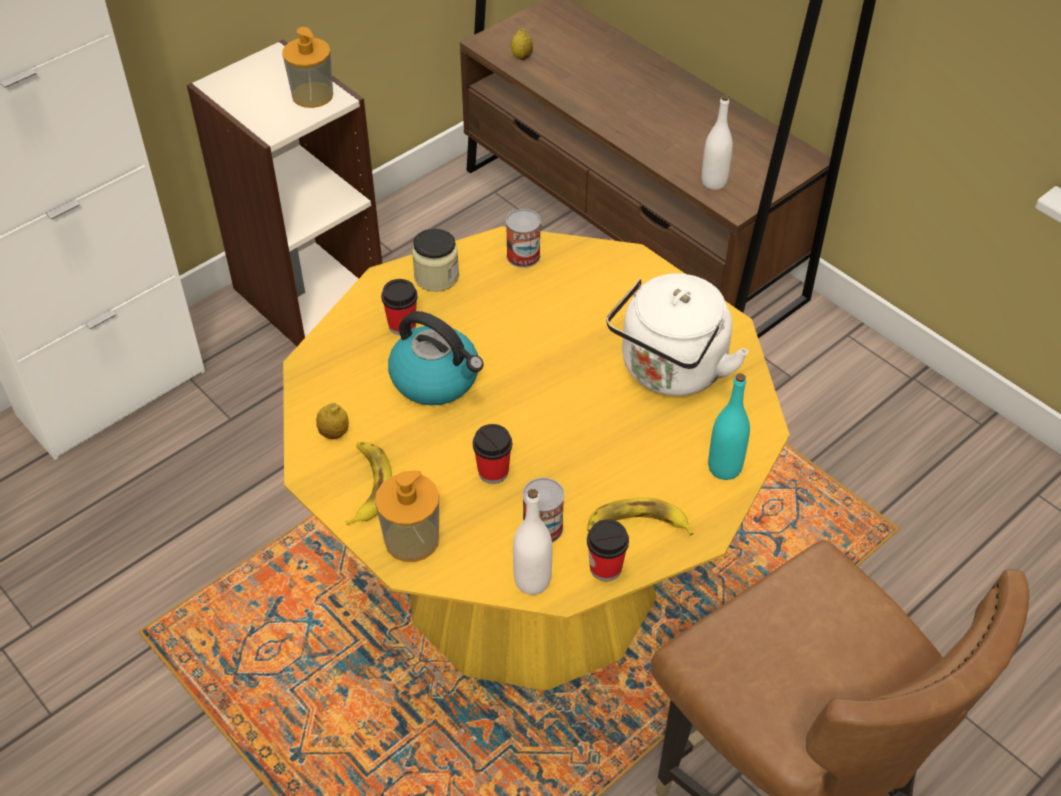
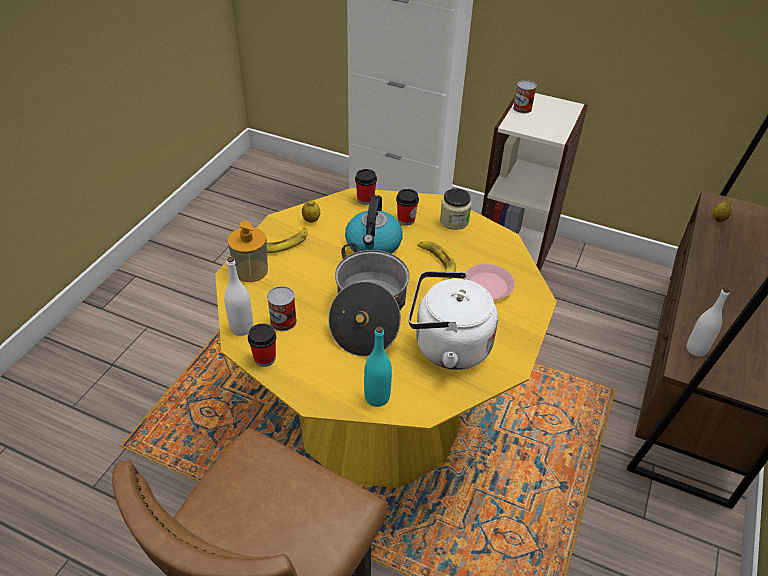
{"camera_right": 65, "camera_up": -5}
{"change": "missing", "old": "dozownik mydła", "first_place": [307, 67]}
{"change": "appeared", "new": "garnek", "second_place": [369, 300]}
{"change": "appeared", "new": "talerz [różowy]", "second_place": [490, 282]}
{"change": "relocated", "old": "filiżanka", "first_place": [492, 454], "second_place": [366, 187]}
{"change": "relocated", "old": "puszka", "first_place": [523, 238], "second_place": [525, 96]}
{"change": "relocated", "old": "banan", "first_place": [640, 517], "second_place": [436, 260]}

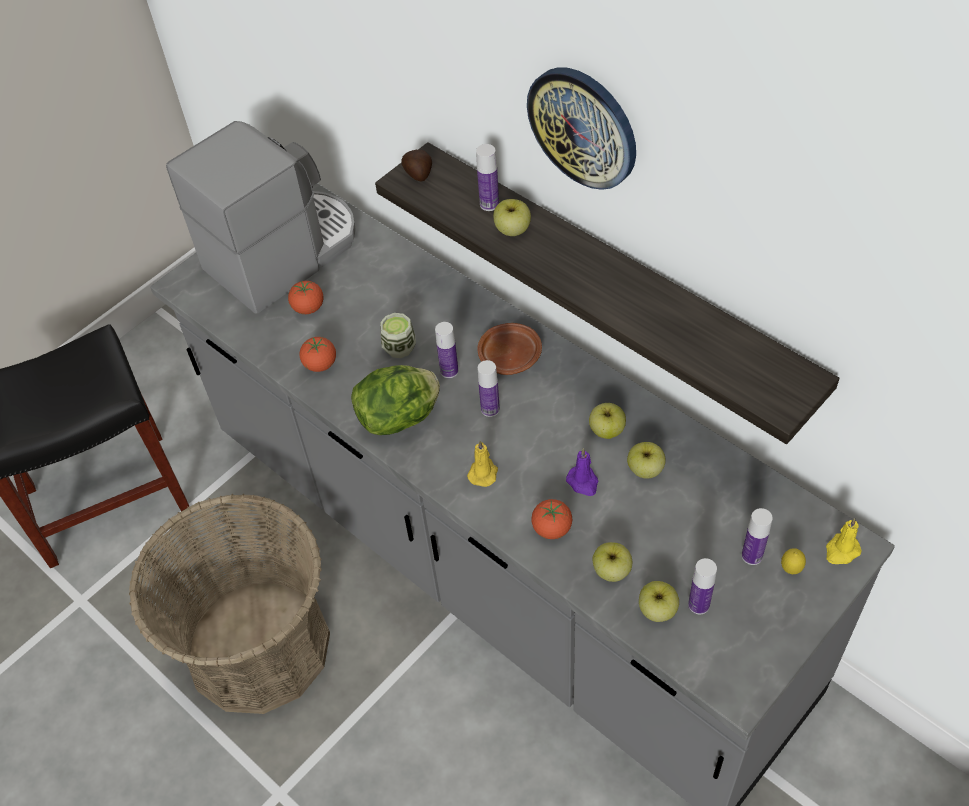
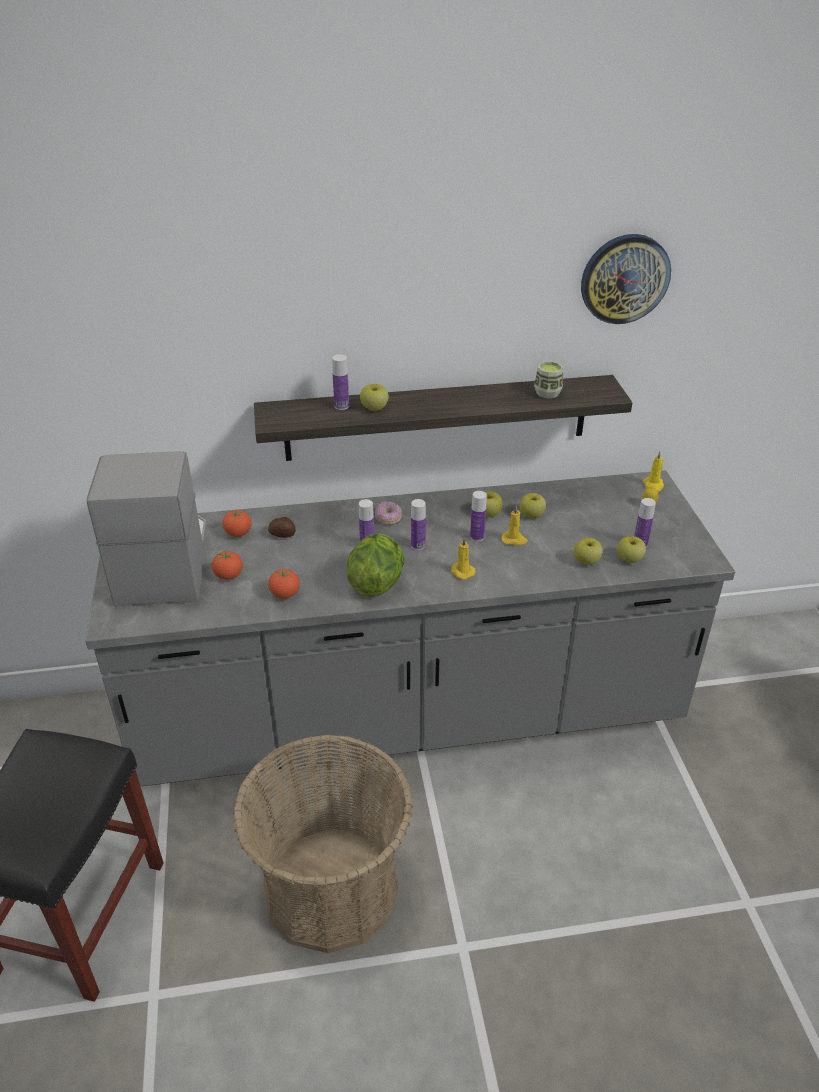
{"camera_right": -55, "camera_up": -15}
{"change": "relocated", "old": "filiżanka", "first_place": [398, 335], "second_place": [548, 379]}
{"change": "relocated", "old": "ziemniak", "first_place": [416, 166], "second_place": [282, 527]}
{"change": "relocated", "old": "zegar ścienny", "first_place": [581, 128], "second_place": [626, 279]}
{"change": "relocated", "old": "pomidor", "first_place": [551, 519], "second_place": [236, 523]}
{"change": "relocated", "old": "butelka", "first_place": [757, 536], "second_place": [478, 516]}
{"change": "exchanged", "old": "talerz [brązowy]", "new": "donut", "first_place": [509, 349], "second_place": [388, 512]}
{"change": "colour", "old": "świeca [fioletowy]", "new": "świeca [żółty]", "first_place": [582, 472], "second_place": [514, 525]}

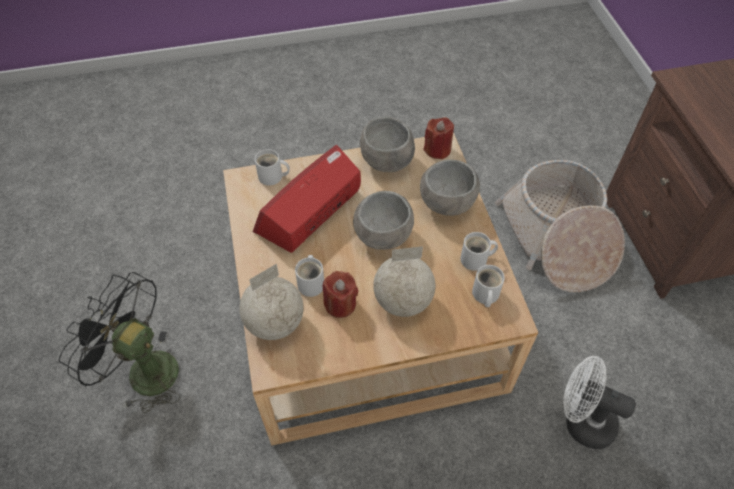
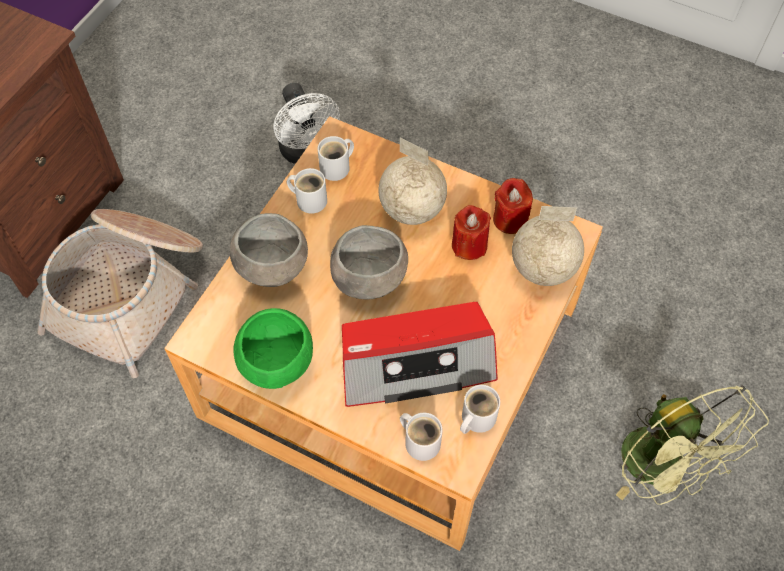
{"camera_right": -140, "camera_up": 5}
{"change": "relocated", "old": "kubek [biały]", "first_place": [309, 276], "second_place": [480, 409]}
{"change": "relocated", "old": "świeca [czerwony]", "first_place": [439, 138], "second_place": [513, 206]}
{"change": "colour", "old": "wentylator [czarny]", "new": "wentylator [zielony]", "first_place": [119, 342], "second_place": [692, 445]}
{"change": "colour", "old": "miska [szary]", "new": "miska [zielony]", "first_place": [387, 144], "second_place": [273, 348]}

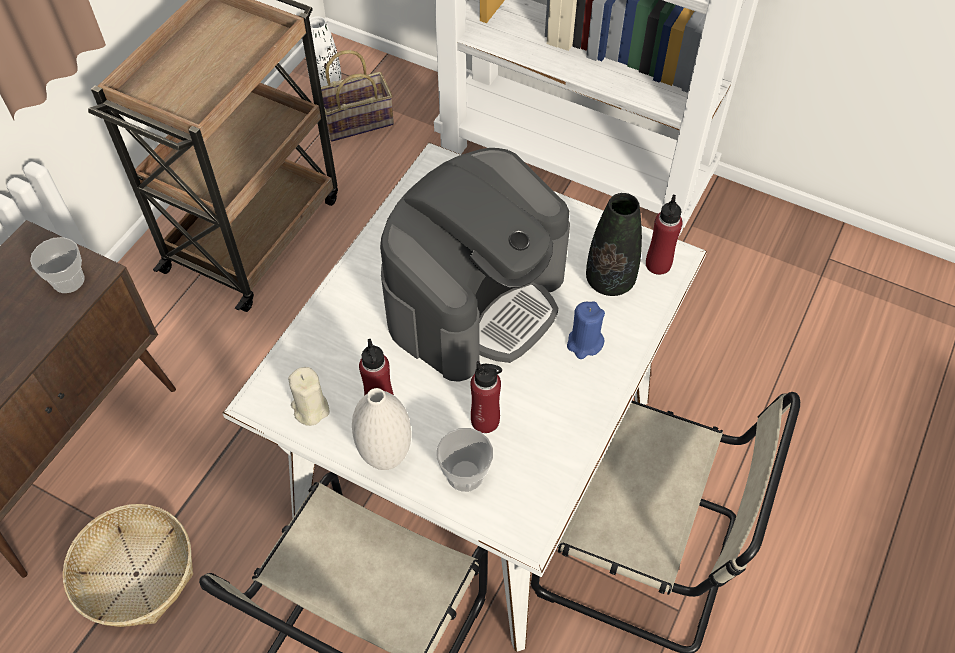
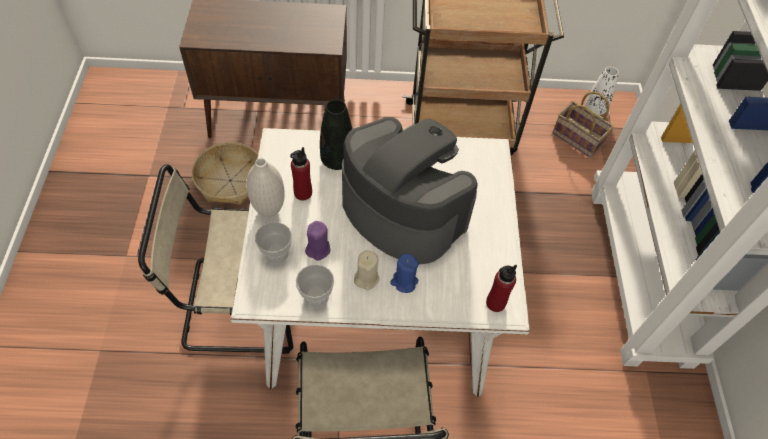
{"camera_right": 60, "camera_up": 0}
{"change": "relocated", "old": "filiżanka", "first_place": [57, 265], "second_place": [315, 286]}
{"change": "relocated", "old": "świeca [beżowy]", "first_place": [309, 396], "second_place": [367, 270]}
{"change": "relocated", "old": "wazon [czarny]", "first_place": [614, 244], "second_place": [336, 134]}
{"change": "exchanged", "old": "butelka [czerwony]", "new": "świeca [fioletowy]", "first_place": [486, 397], "second_place": [318, 241]}
{"change": "spun", "old": "ekspres do kawy", "first_place": [475, 265], "second_place": [410, 190], "degrees": -150}

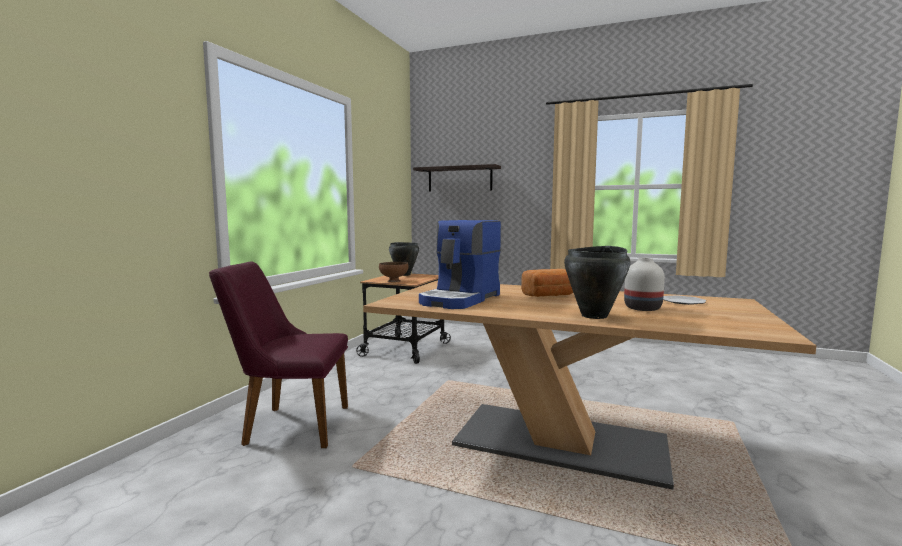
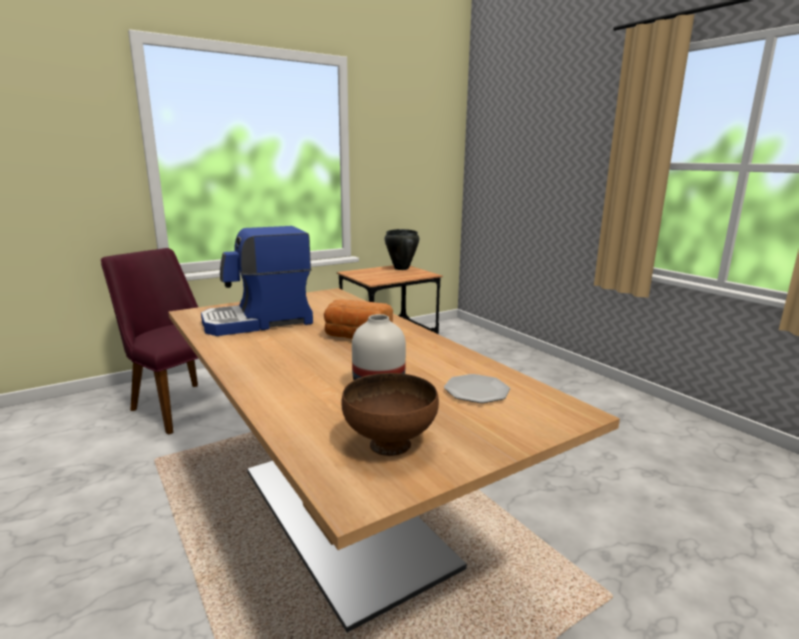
{"camera_right": 35, "camera_up": 10}
{"change": "missing", "old": "półka", "first_place": [457, 178]}
{"change": "missing", "old": "garnek [czarny]", "first_place": [597, 282]}
{"change": "relocated", "old": "miska [brązowy]", "first_place": [394, 272], "second_place": [390, 414]}

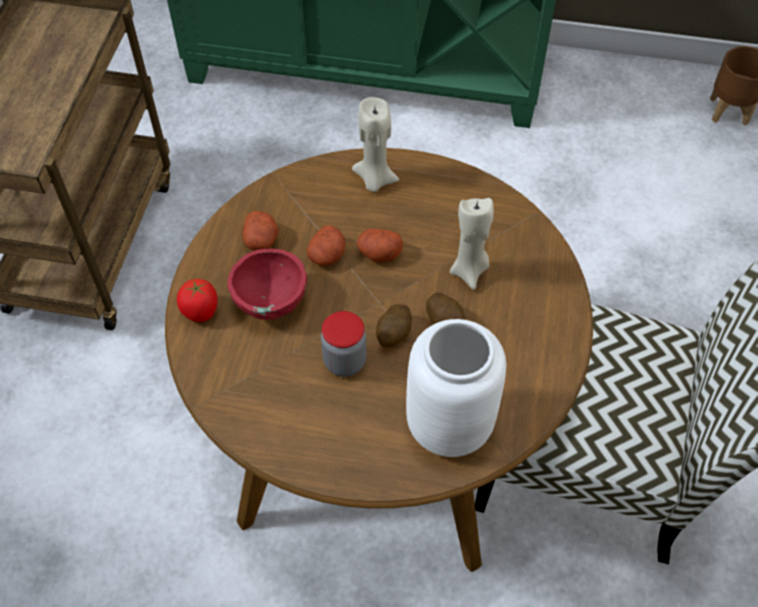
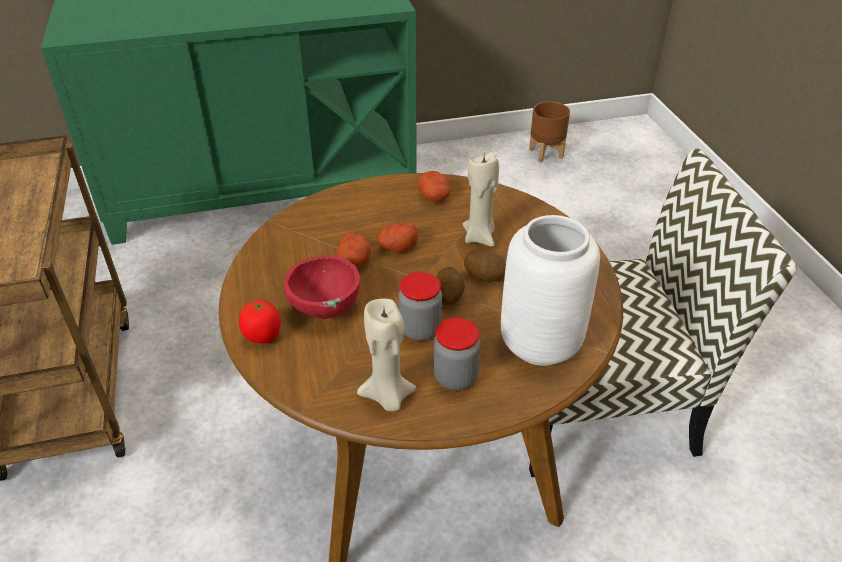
{"camera_right": -25, "camera_up": -15}
{"change": "appeared", "new": "słoik", "second_place": [456, 354]}
{"change": "relocated", "old": "ziemniak", "first_place": [260, 231], "second_place": [433, 186]}
{"change": "relocated", "old": "świeca [beżowy]", "first_place": [375, 144], "second_place": [386, 355]}

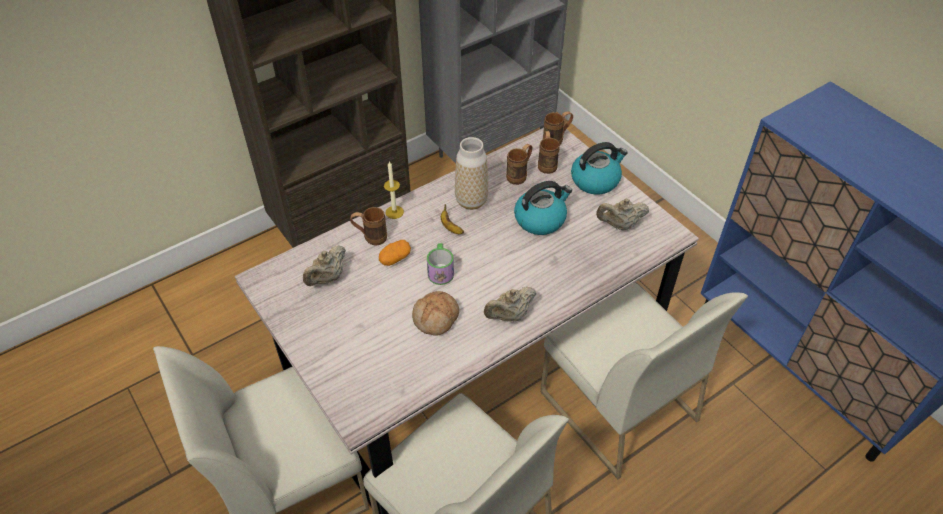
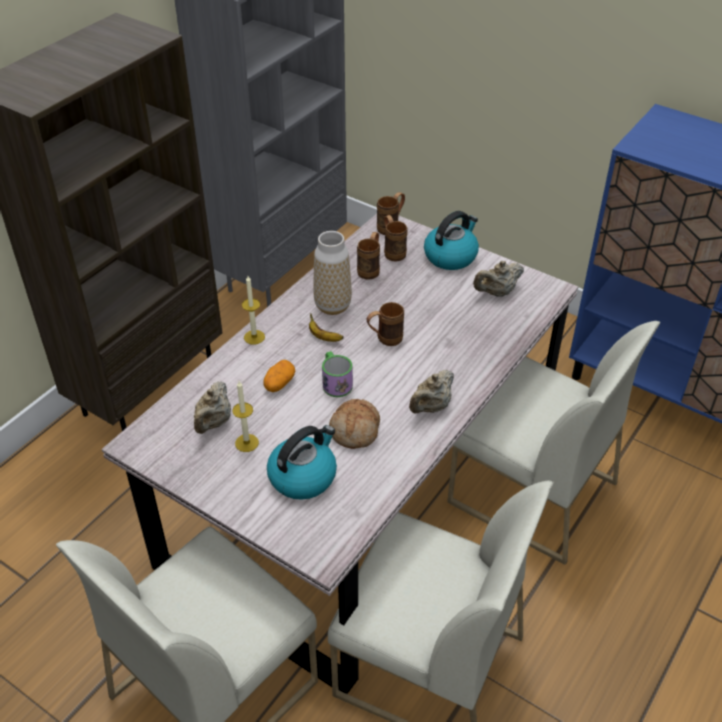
{"camera_right": -20, "camera_up": -5}
{"change": "appeared", "new": "świeca", "second_place": [245, 416]}
{"change": "relocated", "old": "kubek [brązowy]", "first_place": [368, 226], "second_place": [385, 324]}
{"change": "relocated", "old": "czajnik", "first_place": [543, 208], "second_place": [302, 462]}

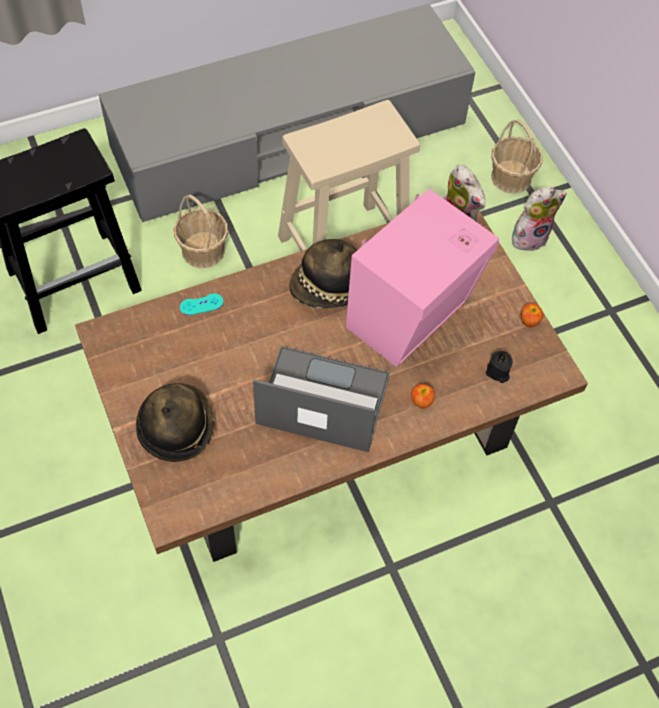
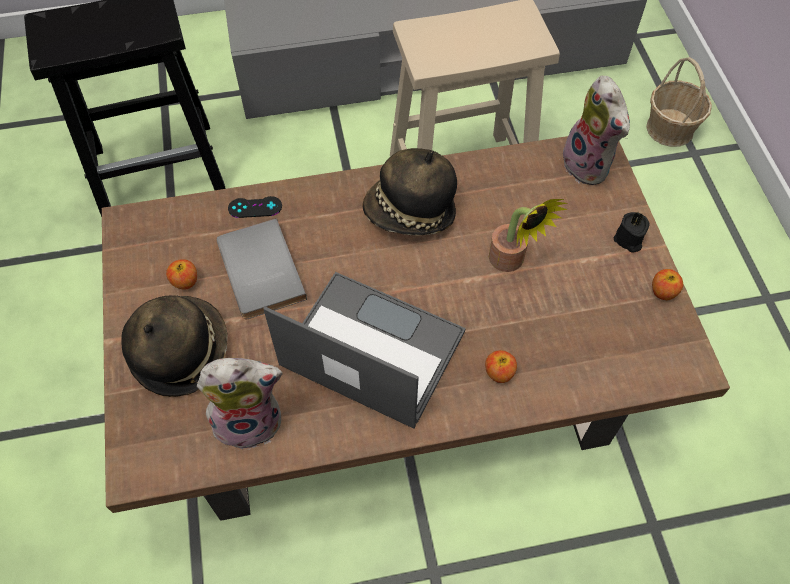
{"camera_right": 15, "camera_up": 0}
{"change": "missing", "old": "koszyk", "first_place": [201, 231]}
{"change": "appeared", "new": "jabłko", "second_place": [181, 274]}
{"change": "appeared", "new": "książka [szary]", "second_place": [262, 268]}
{"change": "relocated", "old": "świeca [czarny]", "first_place": [499, 367], "second_place": [631, 232]}
{"change": "relocated", "old": "pluszak", "first_place": [539, 219], "second_place": [240, 405]}
{"change": "exchanged", "old": "głośnik [różowy]", "new": "roślina doniczkowa", "first_place": [422, 278], "second_place": [528, 235]}
{"change": "colour", "old": "pad do gier [turkusowy]", "new": "pad do gier [czarny]", "first_place": [201, 304], "second_place": [255, 207]}

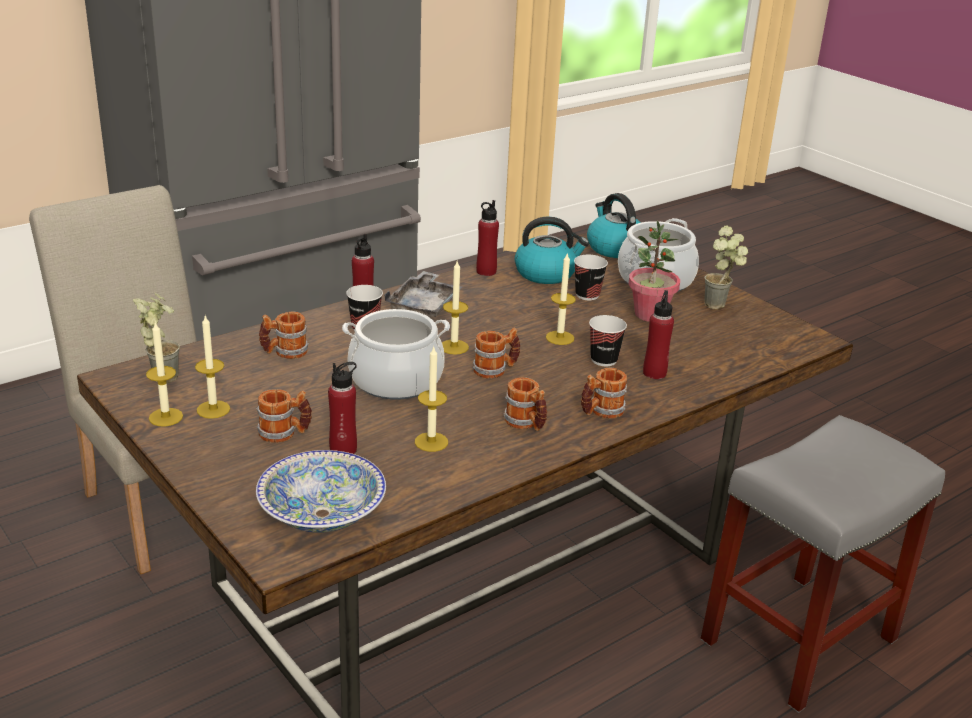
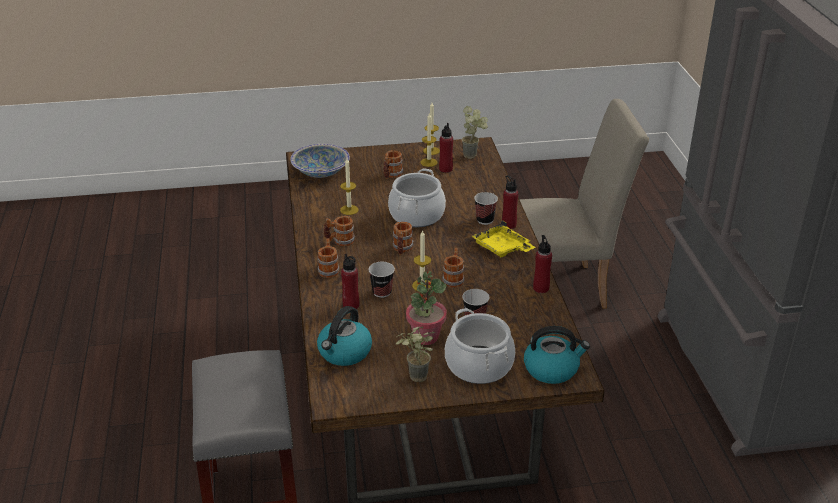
{"camera_right": 120, "camera_up": 5}
{"change": "missing", "old": "świeca", "first_place": [455, 308]}
{"change": "relocated", "old": "kubek", "first_place": [284, 335], "second_place": [453, 267]}
{"change": "relocated", "old": "butelka [czerwony]", "first_place": [342, 408], "second_place": [446, 148]}
{"change": "relocated", "old": "czajnik", "first_place": [552, 250], "second_place": [344, 336]}
{"change": "colour", "old": "taca [szary]", "new": "taca [żółty]", "first_place": [423, 294], "second_place": [503, 238]}

